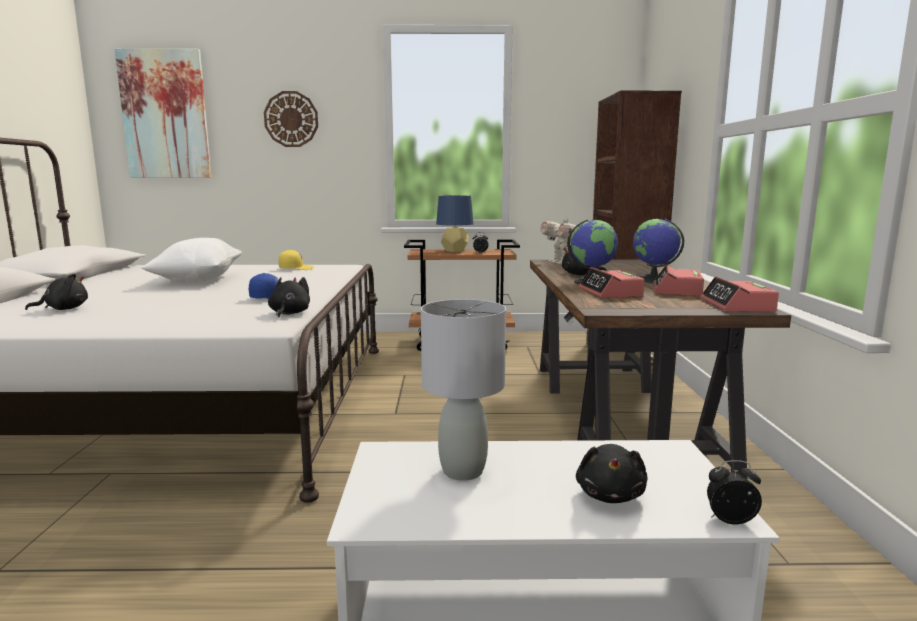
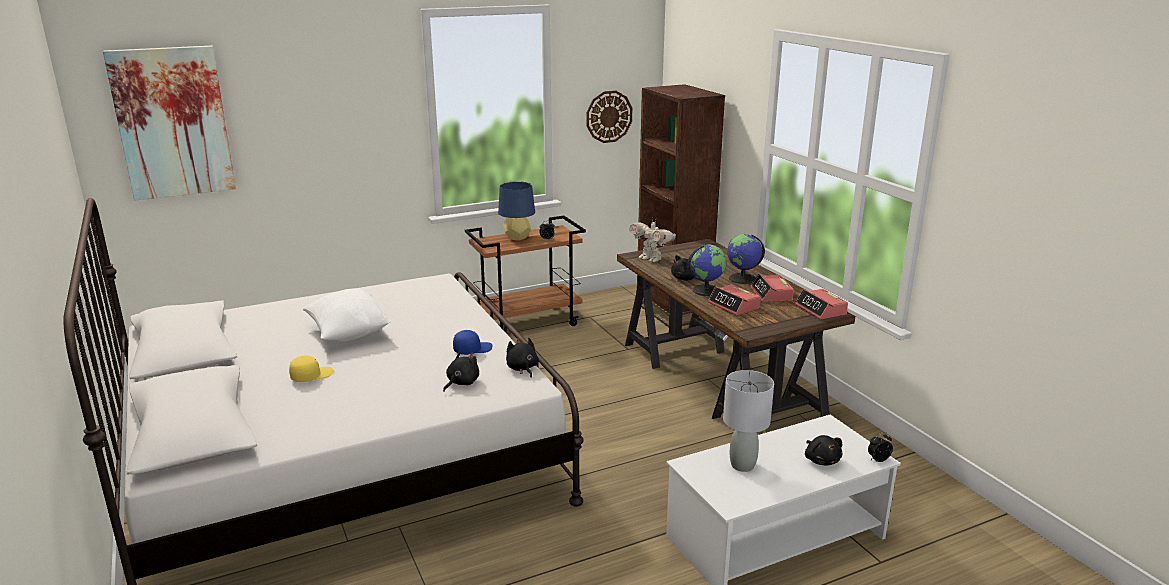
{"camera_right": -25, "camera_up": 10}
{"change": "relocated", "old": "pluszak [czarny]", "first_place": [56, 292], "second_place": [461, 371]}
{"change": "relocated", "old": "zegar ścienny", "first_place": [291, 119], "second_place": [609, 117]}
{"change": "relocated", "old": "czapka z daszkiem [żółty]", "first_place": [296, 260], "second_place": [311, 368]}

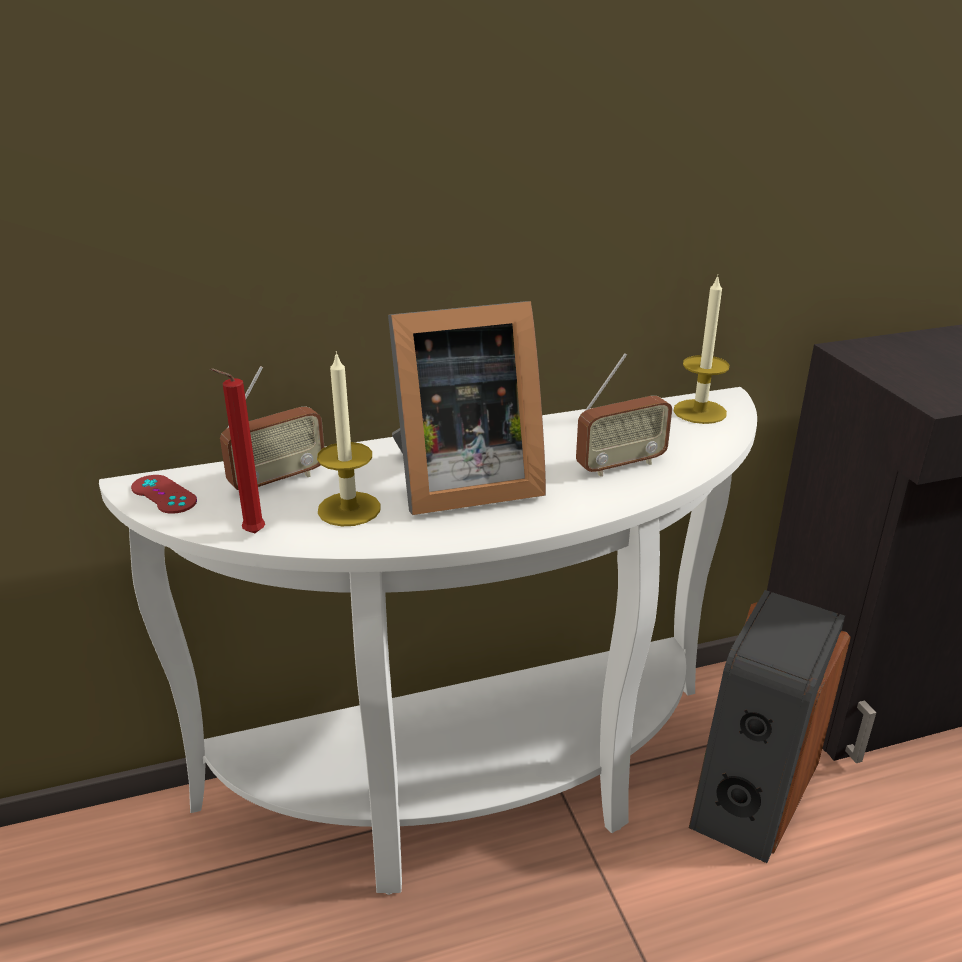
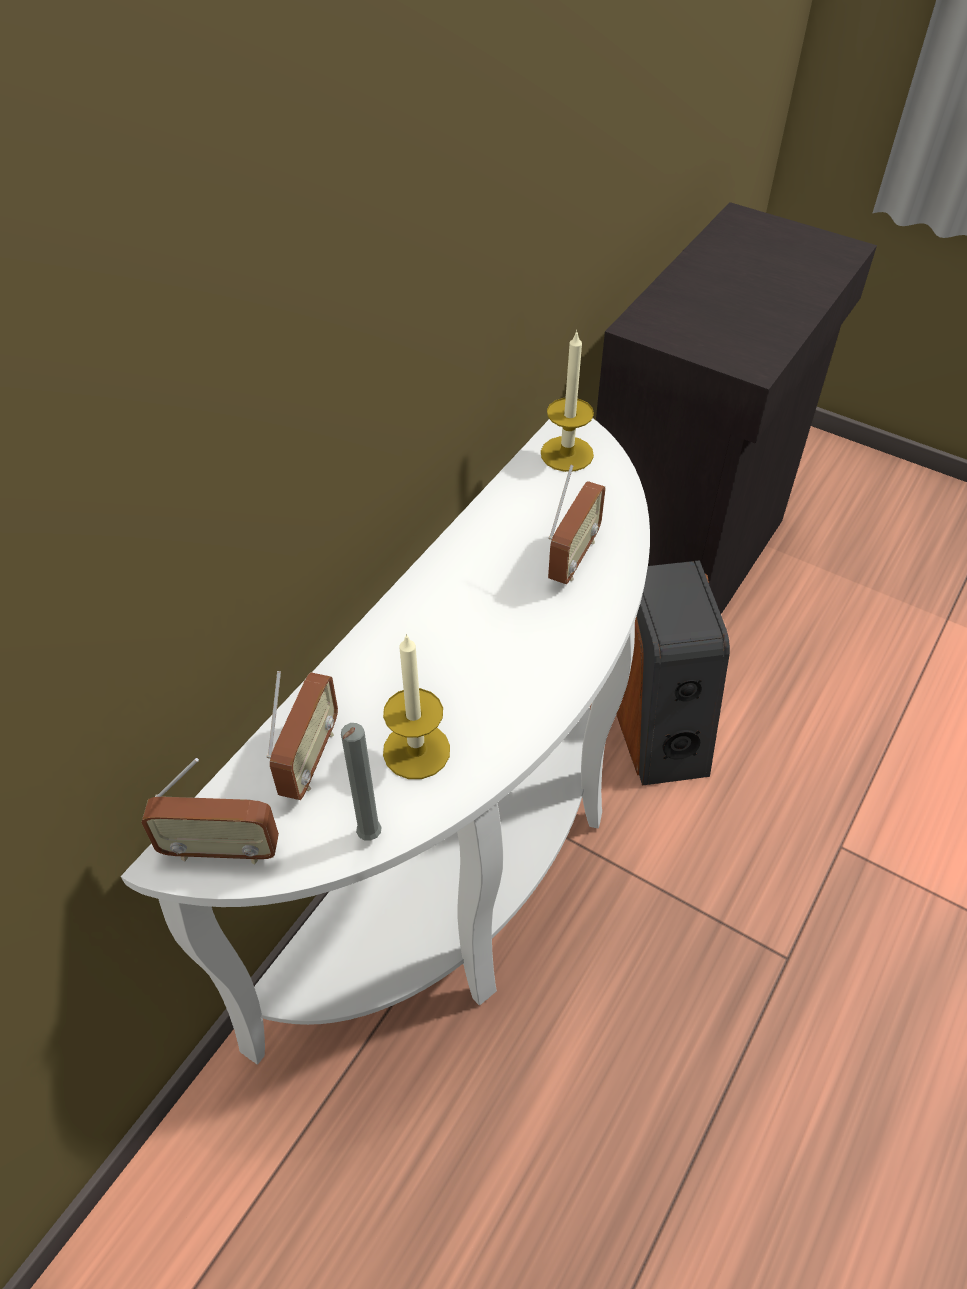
{"camera_right": -40, "camera_up": 20}
{"change": "missing", "old": "ramka na zdjęcie", "first_place": [467, 408]}
{"change": "exchanged", "old": "pad do gier [czerwony]", "new": "radio", "first_place": [164, 494], "second_place": [210, 811]}
{"change": "colour", "old": "świeca [czerwony]", "new": "świeca [szary]", "first_place": [237, 450], "second_place": [361, 782]}

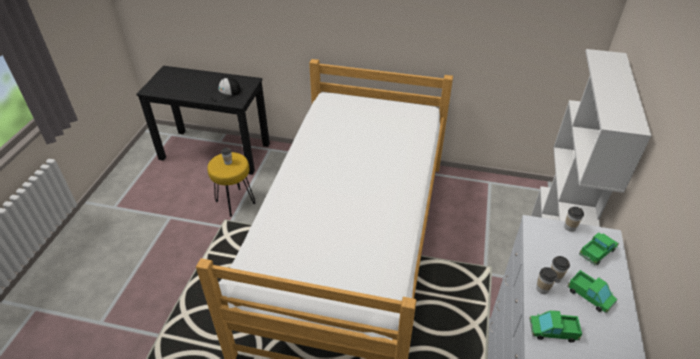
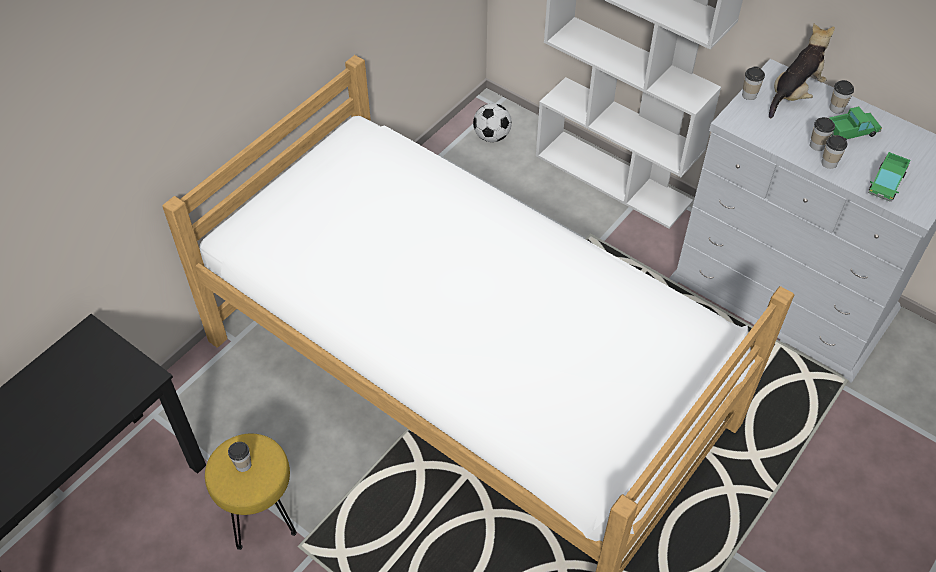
{"camera_right": -65, "camera_up": 10}
{"change": "missing", "old": "czapka z daszkiem", "first_place": [225, 89]}
{"change": "appeared", "new": "piłka futbolowa", "second_place": [492, 122]}
{"change": "appeared", "new": "filiżanka", "second_place": [841, 97]}
{"change": "exchanged", "old": "ciężarówka zabawkowa", "new": "pluszak", "first_place": [599, 248], "second_place": [802, 71]}

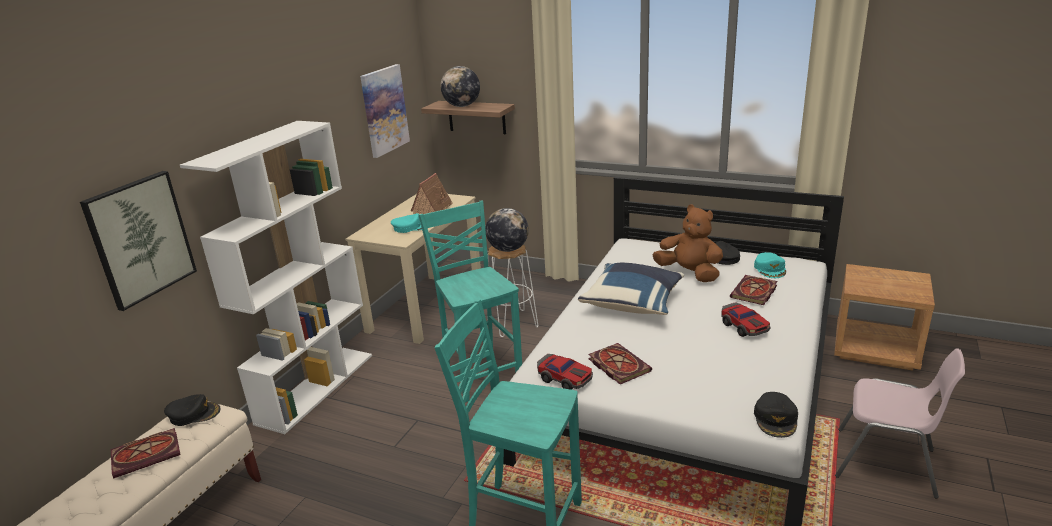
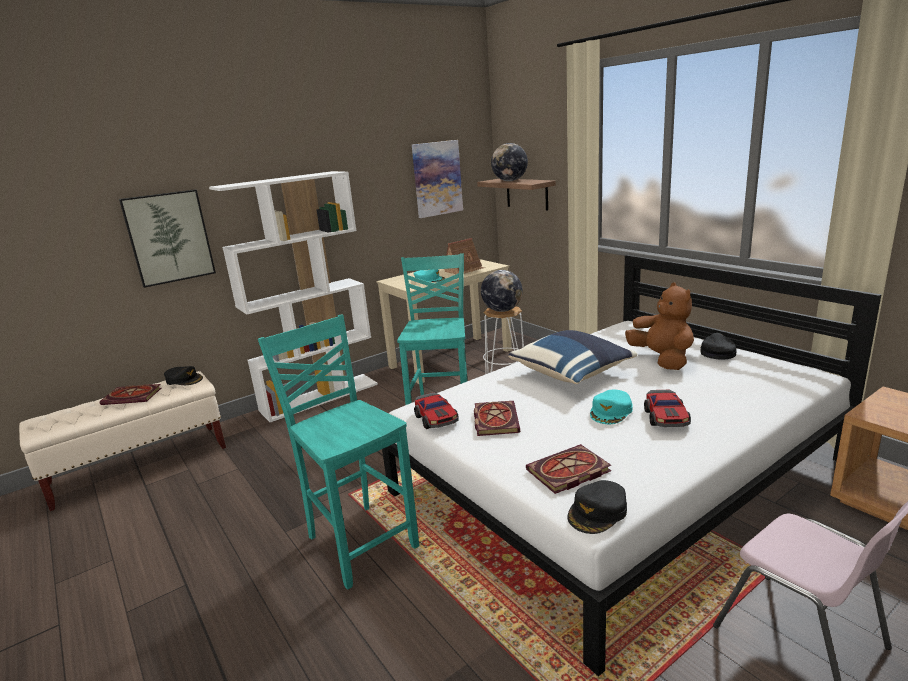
{"camera_right": 30, "camera_up": -5}
{"change": "relocated", "old": "książka", "first_place": [753, 290], "second_place": [568, 469]}
{"change": "relocated", "old": "czapka z daszkiem [turkusowy]", "first_place": [770, 265], "second_place": [611, 407]}

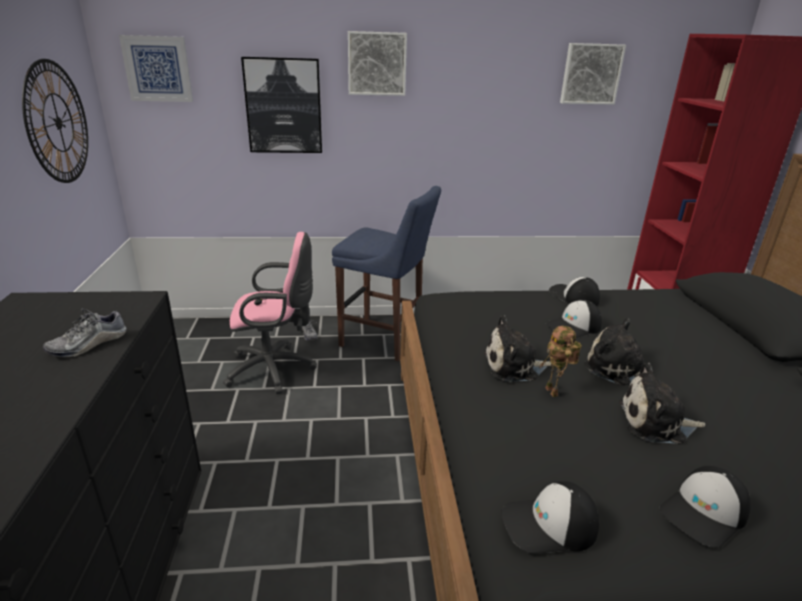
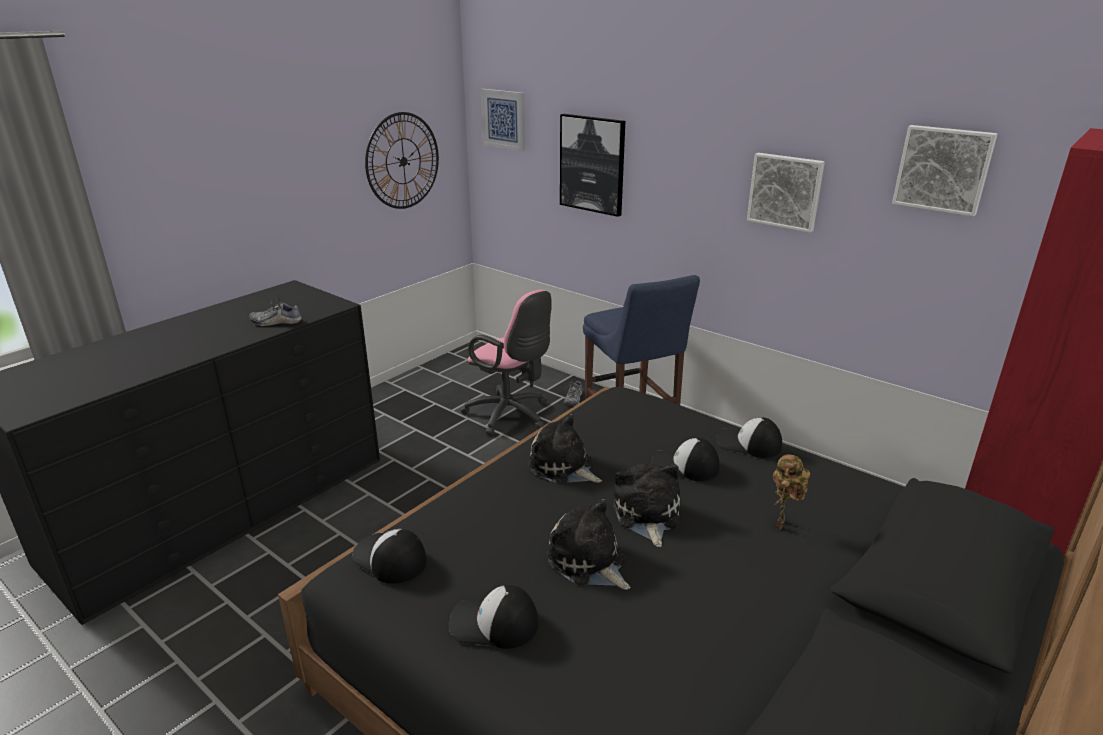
{"camera_right": 45, "camera_up": 0}
{"change": "relocated", "old": "obraz", "first_place": [377, 63], "second_place": [786, 193]}
{"change": "relocated", "old": "robot zabawkowy", "first_place": [560, 361], "second_place": [791, 492]}
{"change": "spun", "old": "czapka z daszkiem", "first_place": [574, 291], "second_place": [749, 437], "degrees": -75}

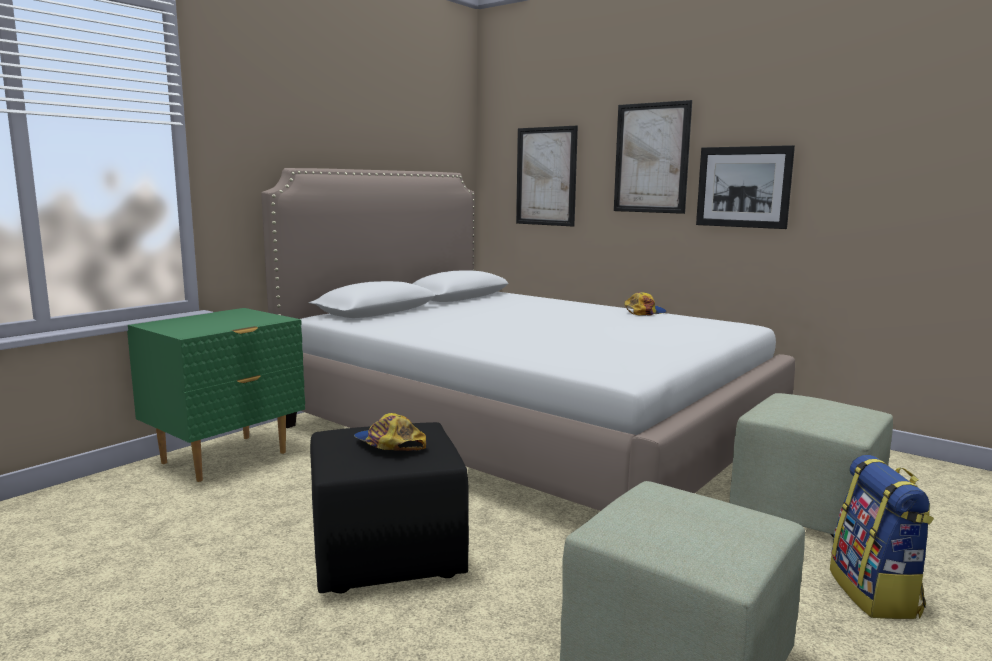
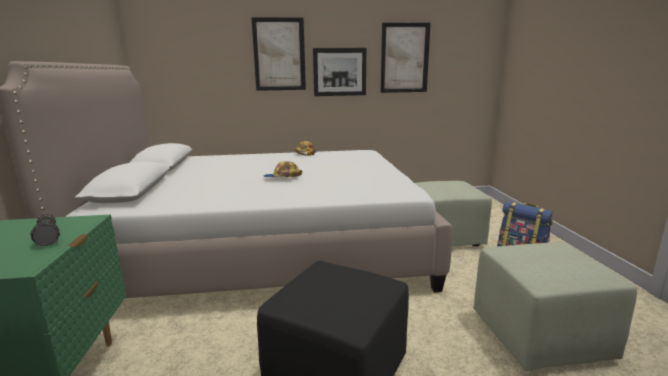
{"camera_right": -45, "camera_up": 5}
{"change": "appeared", "new": "latarka", "second_place": [45, 230]}
{"change": "relocated", "old": "czapka z daszkiem", "first_place": [390, 432], "second_place": [283, 169]}
{"change": "relocated", "old": "obraz", "first_place": [547, 176], "second_place": [406, 58]}

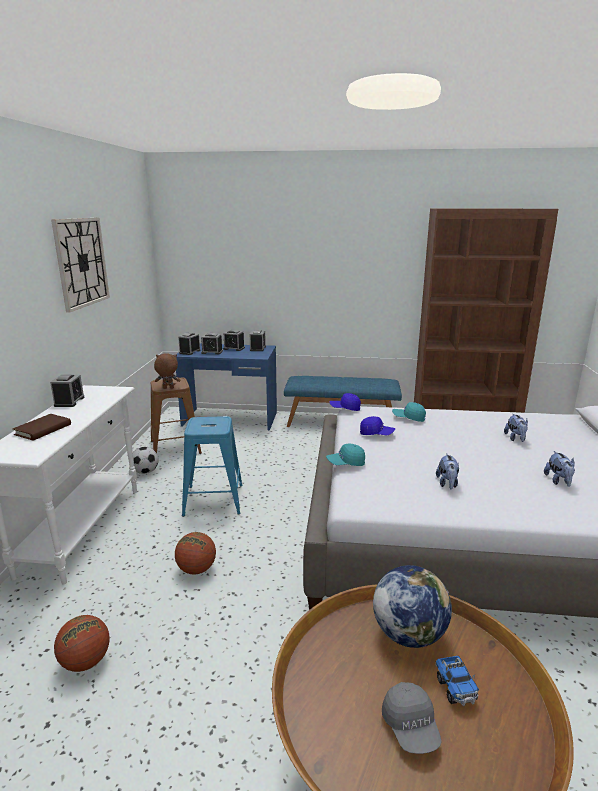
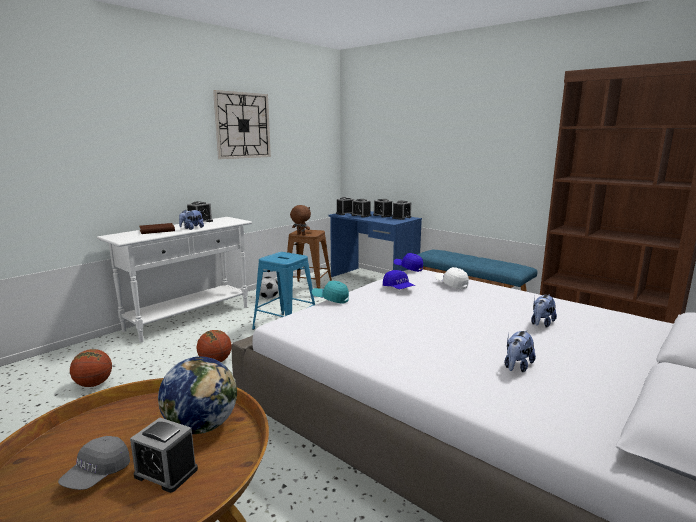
{"camera_right": 35, "camera_up": -5}
{"change": "relocated", "old": "pluszak", "first_place": [447, 471], "second_place": [191, 219]}
{"change": "exchanged", "old": "ciężarówka zabawkowa", "new": "budzik", "first_place": [457, 681], "second_place": [164, 455]}
{"change": "colour", "old": "czapka z daszkiem [turkusowy]", "new": "czapka z daszkiem [biały]", "first_place": [409, 412], "second_place": [452, 278]}

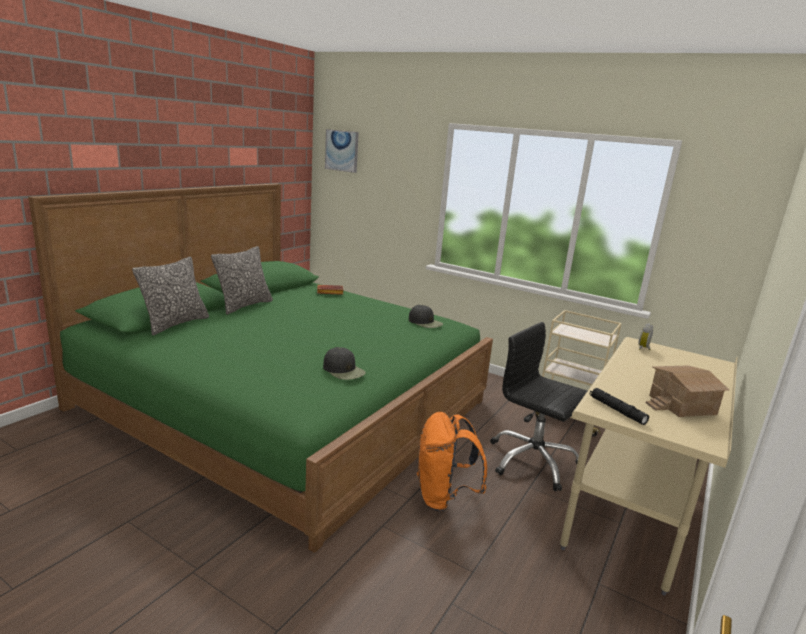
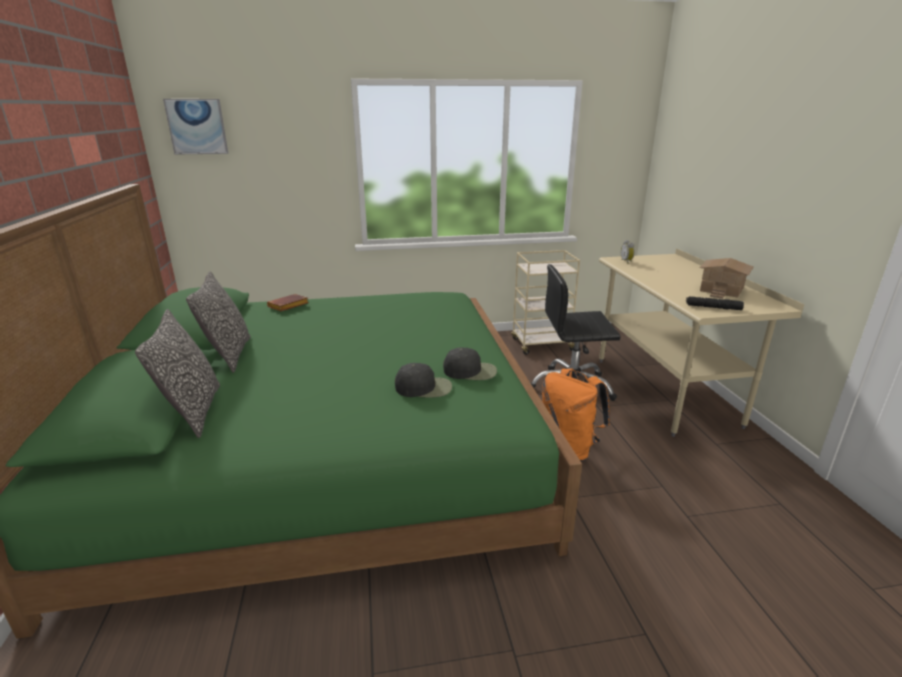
{"camera_right": -40, "camera_up": 5}
{"change": "relocated", "old": "czapka z daszkiem [czarny]", "first_place": [426, 316], "second_place": [423, 380]}

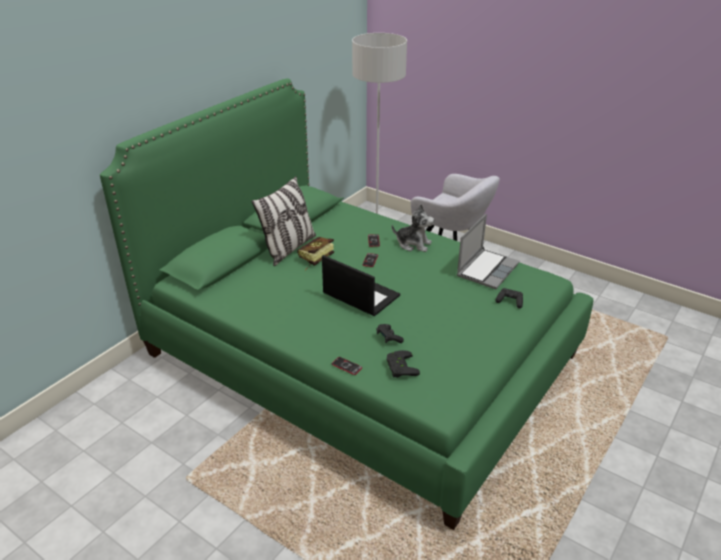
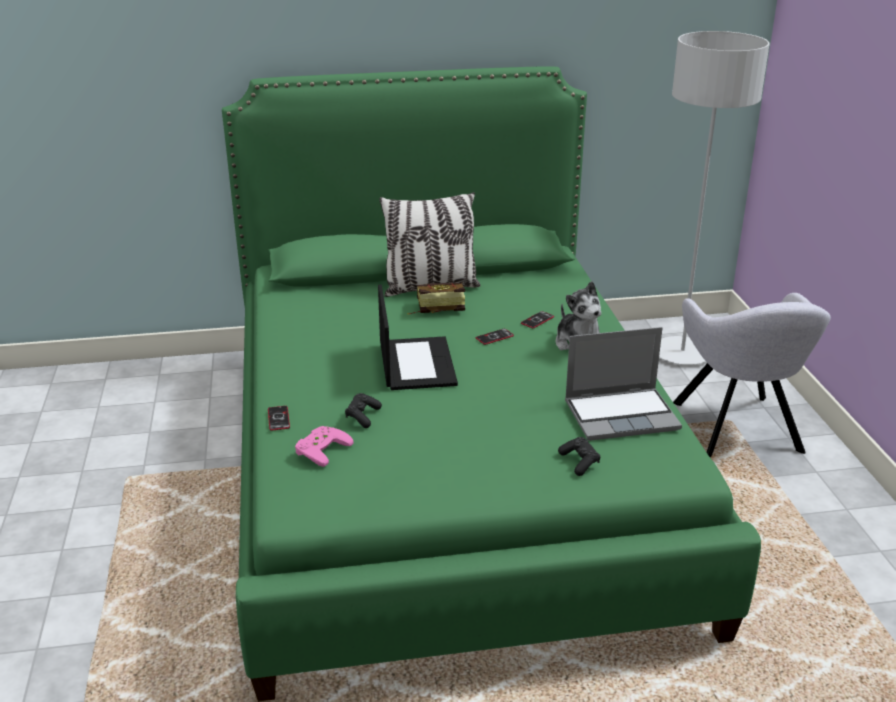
{"camera_right": 45, "camera_up": -5}
{"change": "colour", "old": "pad do gier [czarny]", "new": "pad do gier [różowy]", "first_place": [403, 364], "second_place": [324, 446]}

